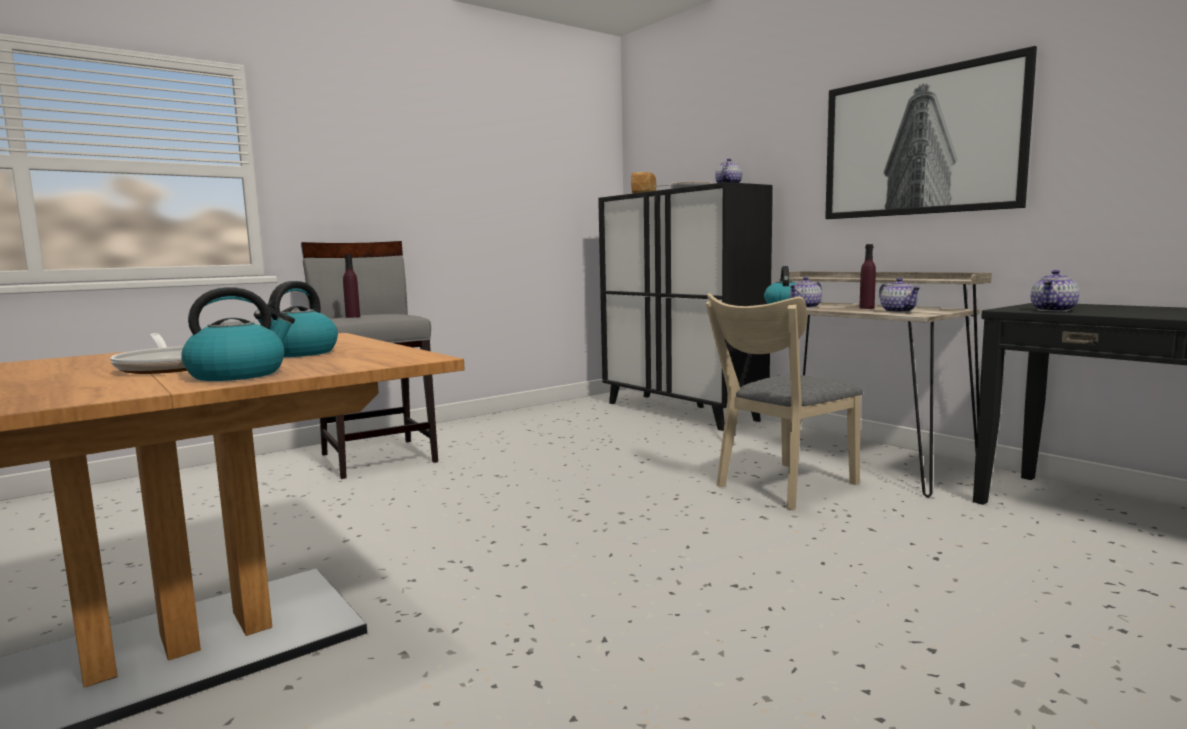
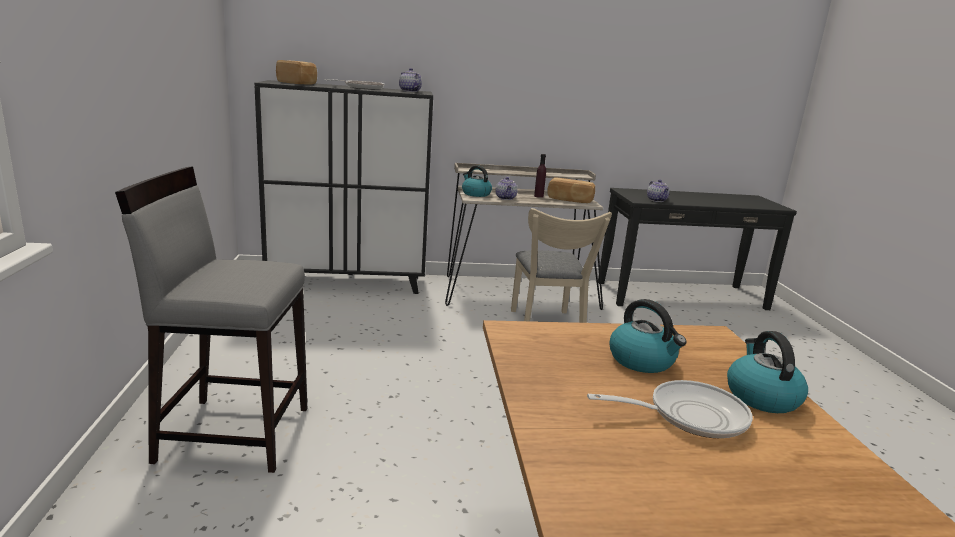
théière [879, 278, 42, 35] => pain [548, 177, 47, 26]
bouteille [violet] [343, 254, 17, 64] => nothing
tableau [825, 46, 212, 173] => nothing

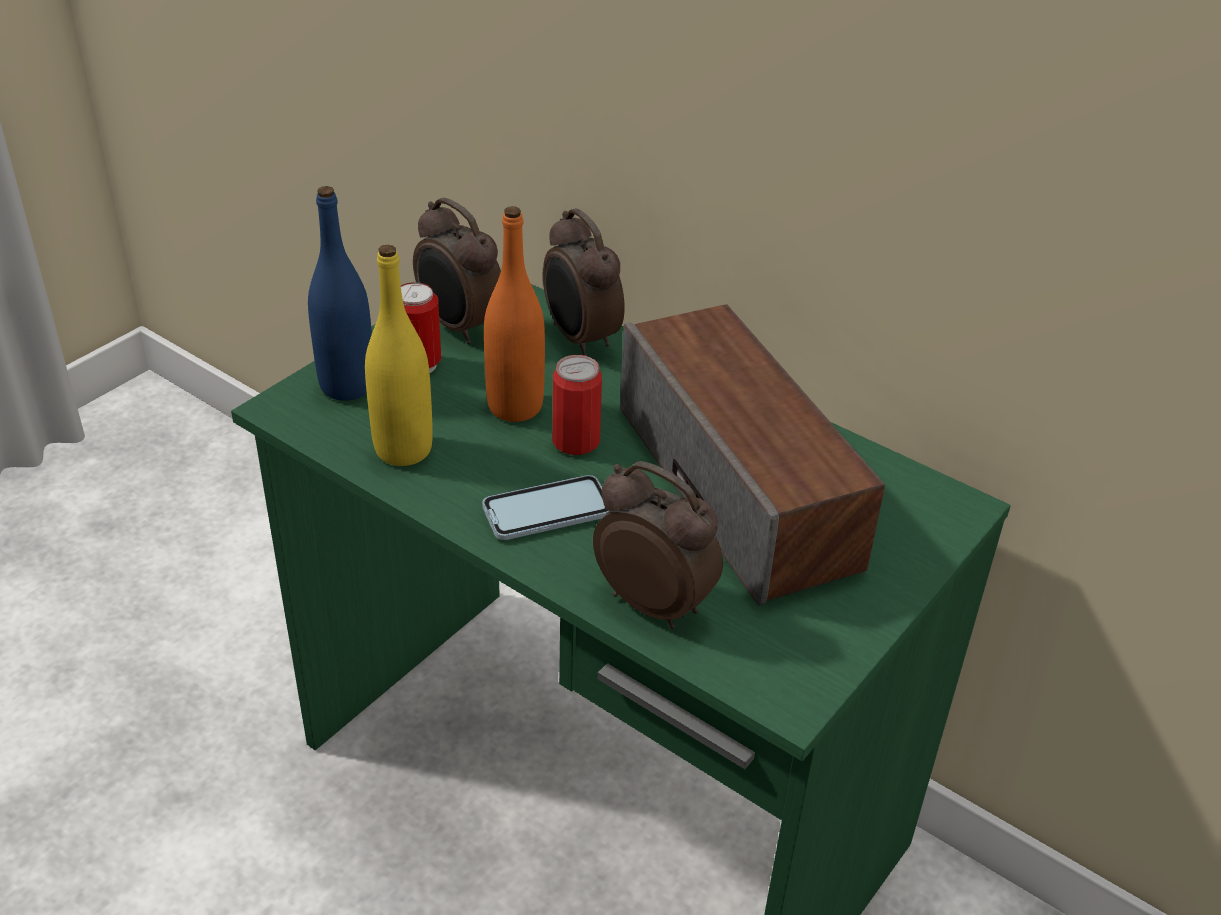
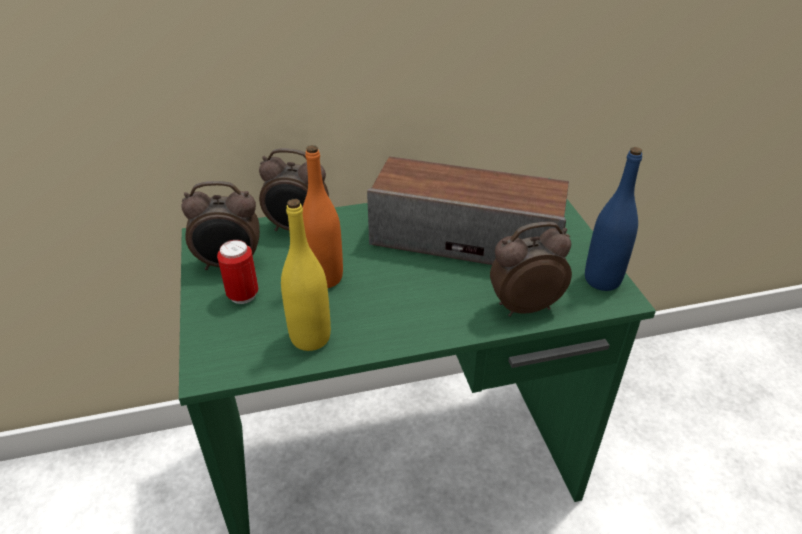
bouteille [bleu] [308, 186, 64, 215] => bouteille [bleu] [585, 147, 57, 144], move
téléphone [482, 475, 127, 65] => nothing
boîte métallique [552, 355, 50, 100] => nothing

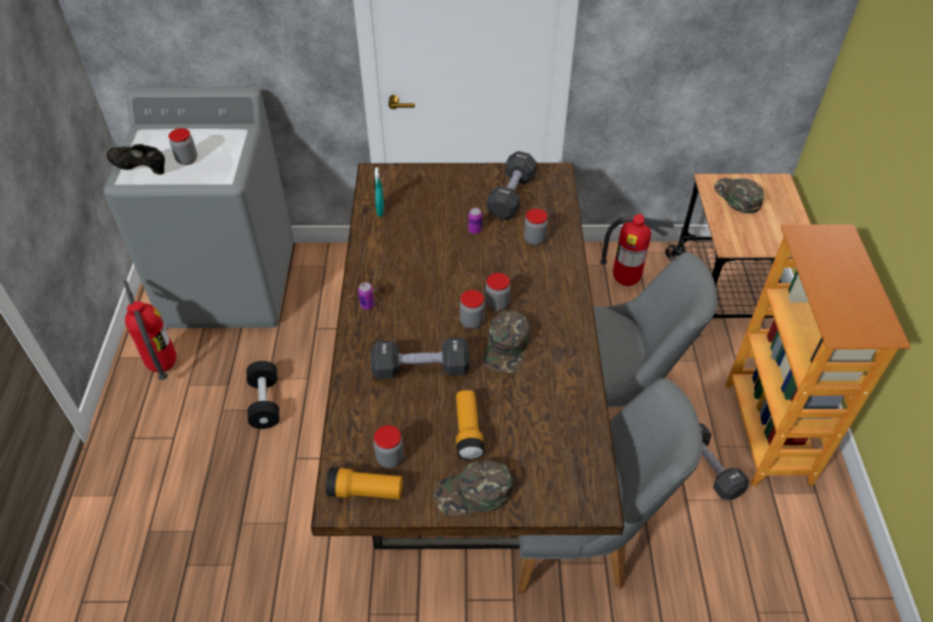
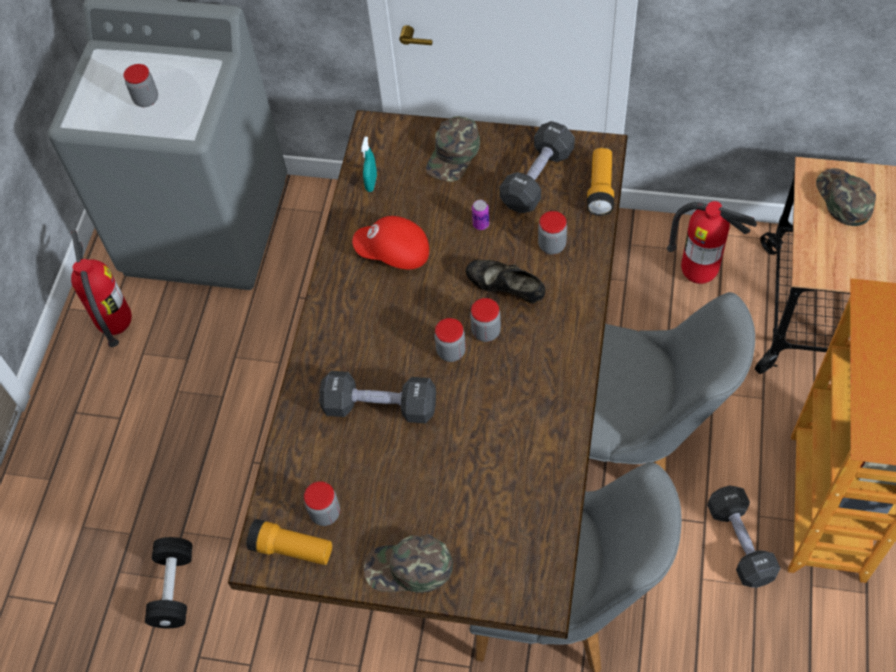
haltère [noir] [246, 361, 33, 68] => haltère [noir] [145, 537, 48, 91], move
nothing => casquette [rouge] [352, 216, 77, 53]
casquette [vert] [483, 311, 47, 62] => casquette [vert] [426, 116, 54, 66], move
chaussure [noir] [107, 144, 58, 31] => chaussure [noir] [466, 260, 79, 44], move
lampe de poche [456, 390, 29, 71] => lampe de poche [587, 148, 27, 68], move
boîte métallique [358, 282, 17, 28] => nothing

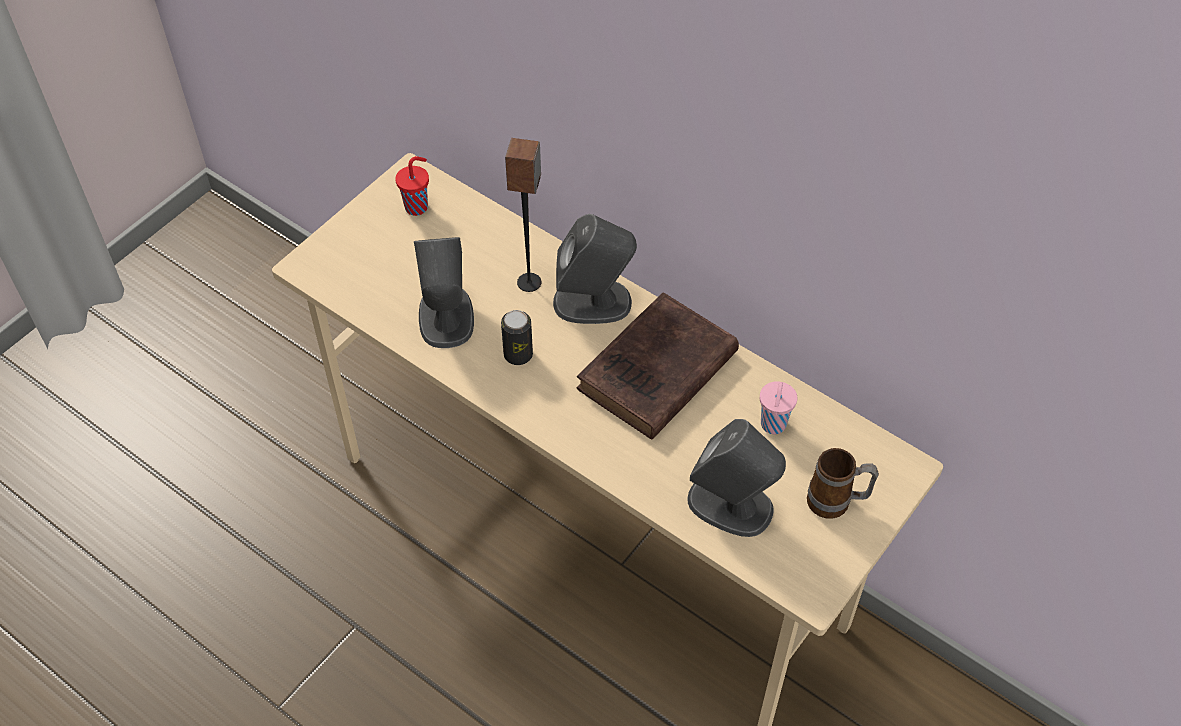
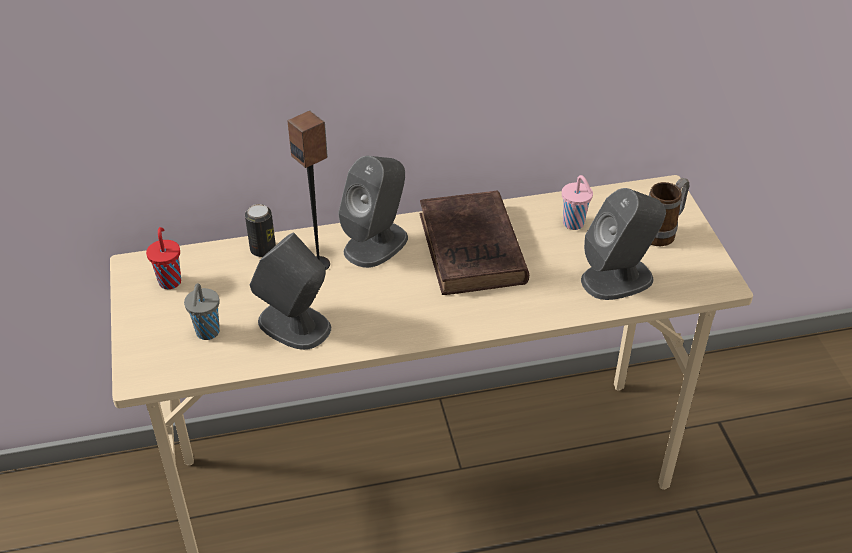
nothing => tasse [gris] [184, 283, 36, 57]
boîte métallique [501, 310, 32, 55] => boîte métallique [245, 204, 31, 53], move

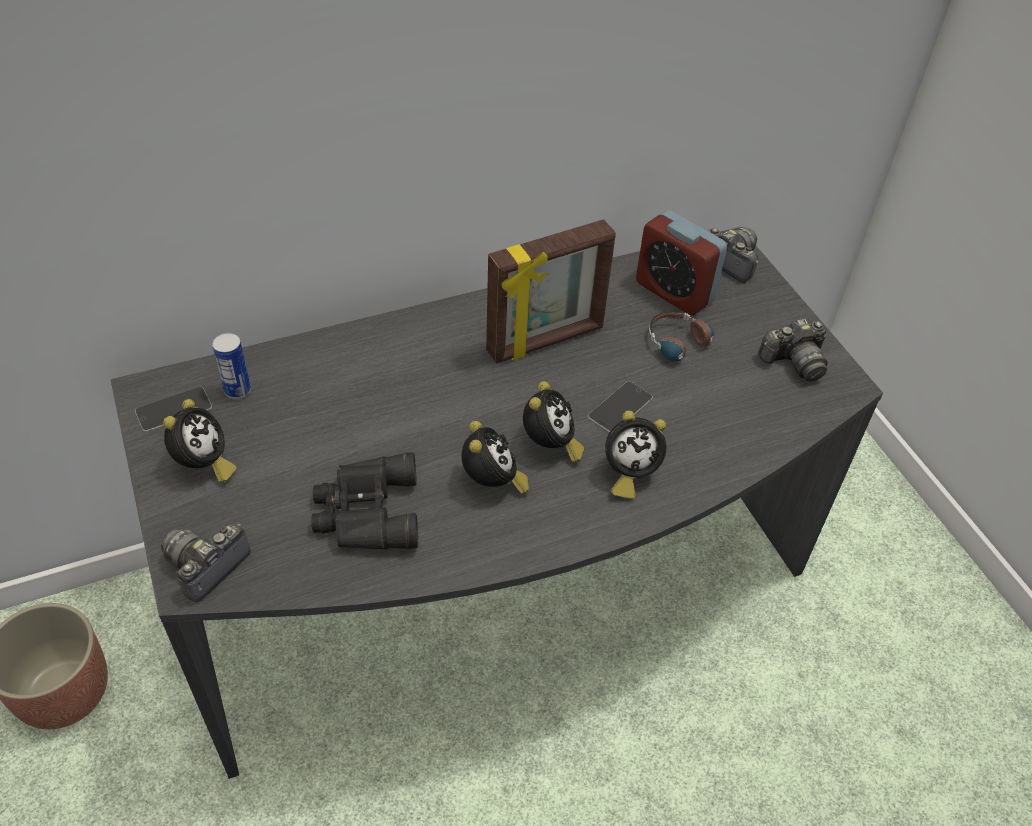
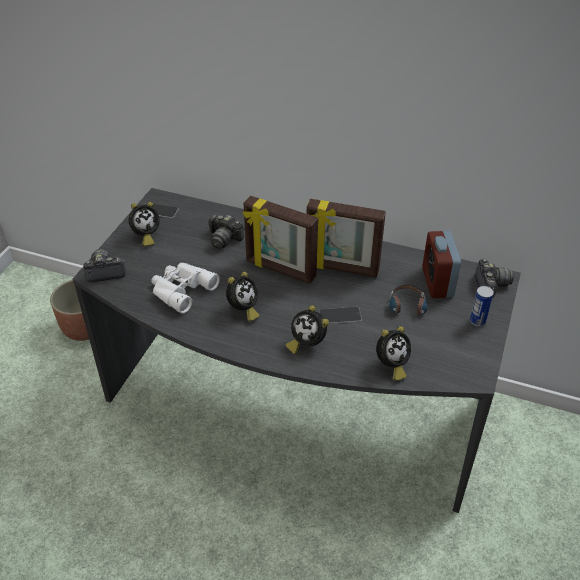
jumelles [noir] [311, 452, 107, 98] => jumelles [blanc] [151, 263, 69, 50]
appareil photo [758, 319, 70, 63] => appareil photo [208, 214, 36, 35], move
nothing => cadre photo [243, 196, 75, 88]
réveil [523, 381, 61, 81] => réveil [376, 326, 35, 55], move
boîte métallique [212, 333, 39, 67] => boîte métallique [470, 286, 24, 41], move

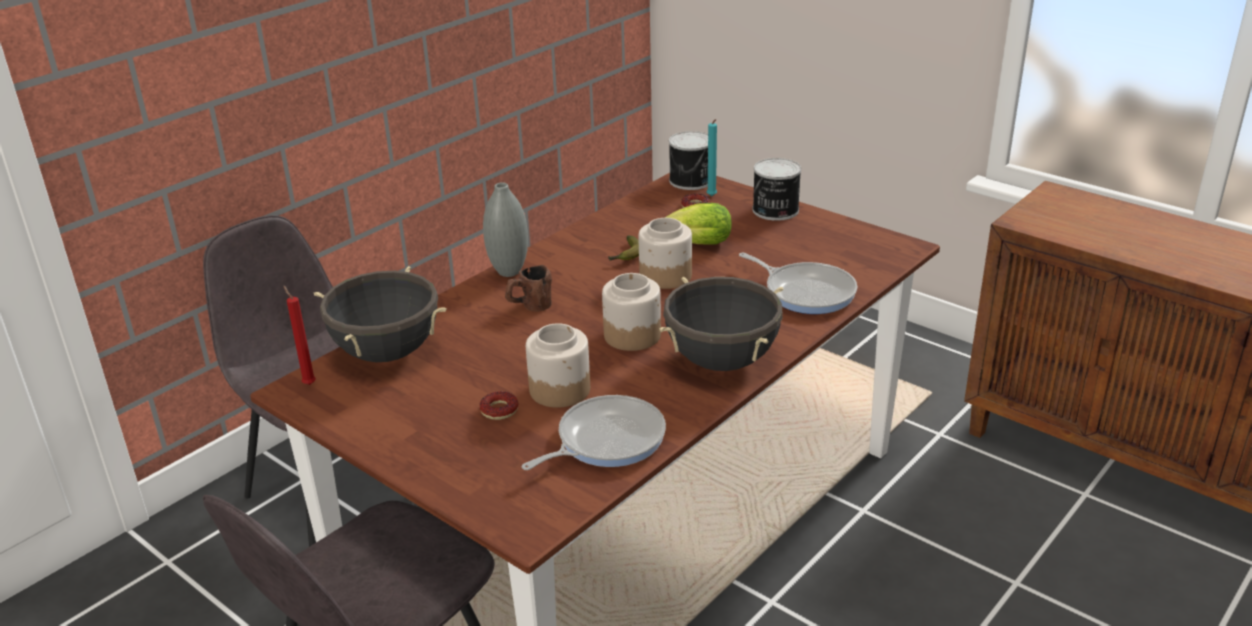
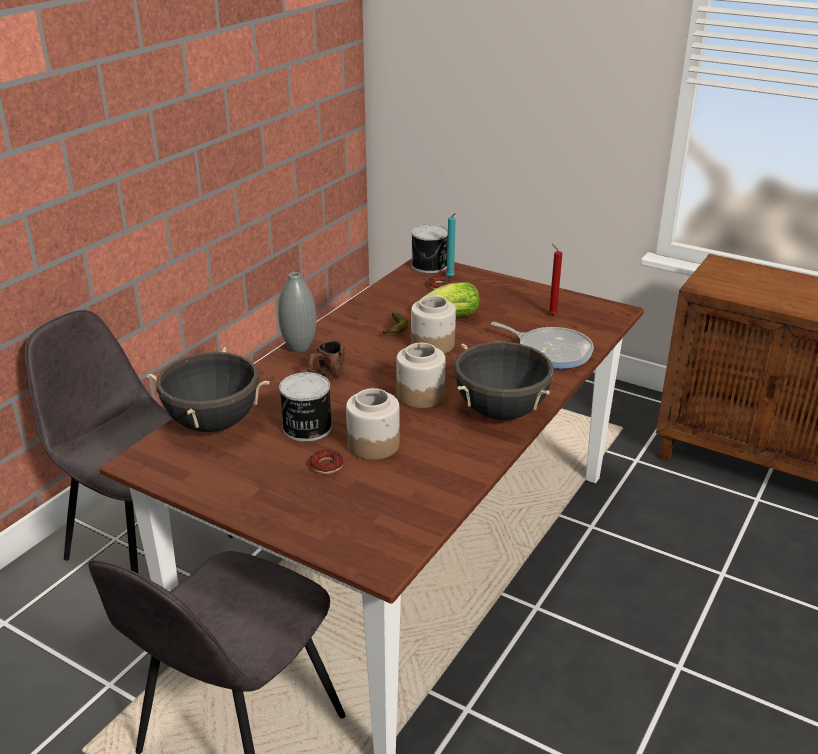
boîte métallique [752, 158, 49, 63] => boîte métallique [279, 372, 53, 70], move
bougie [rouge] [284, 286, 32, 99] => bougie [rouge] [548, 244, 14, 72], move
poêle [521, 395, 145, 75] => nothing

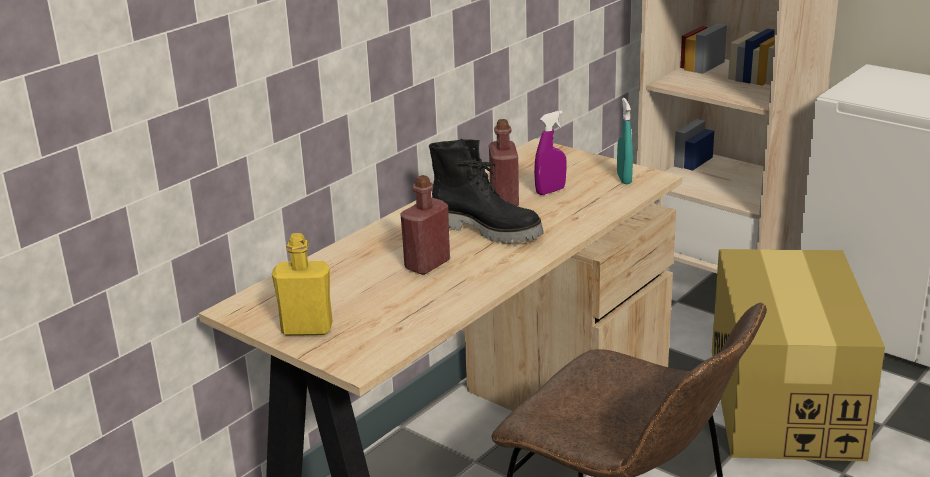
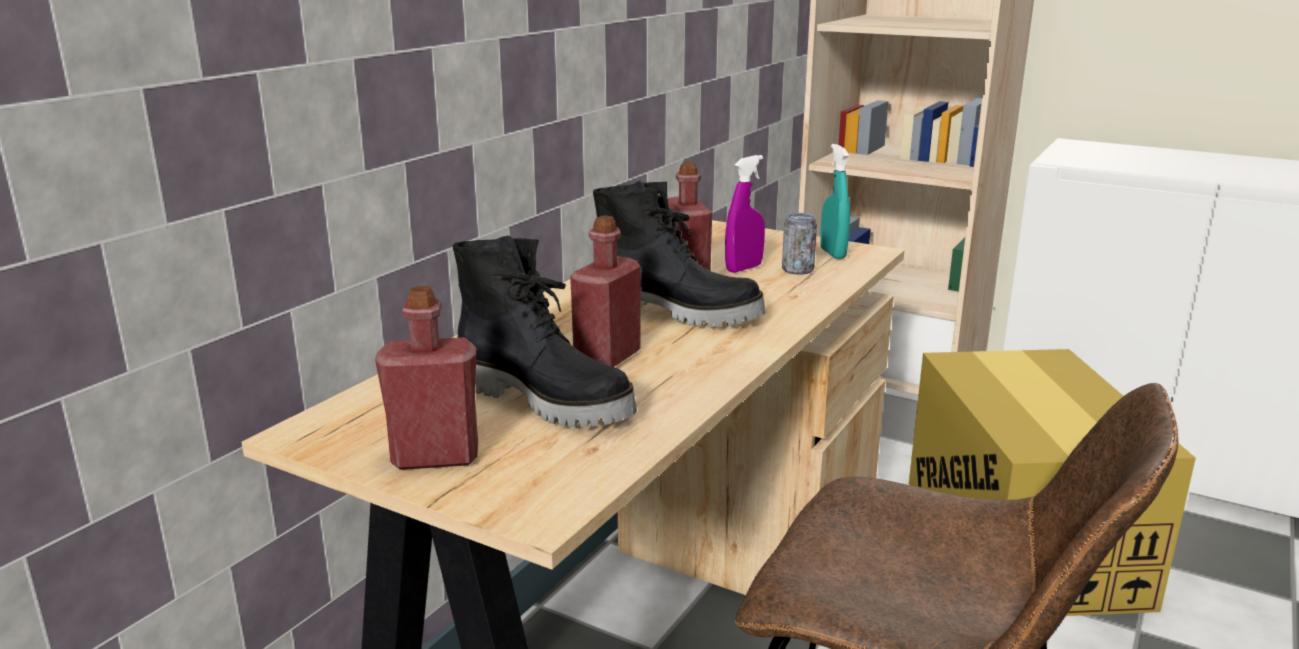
bouteille [jaune] [272, 233, 61, 103] => bouteille [rouge] [375, 286, 103, 184]
nothing => botte [noir] [452, 235, 185, 192]
nothing => boîte métallique [782, 213, 35, 62]

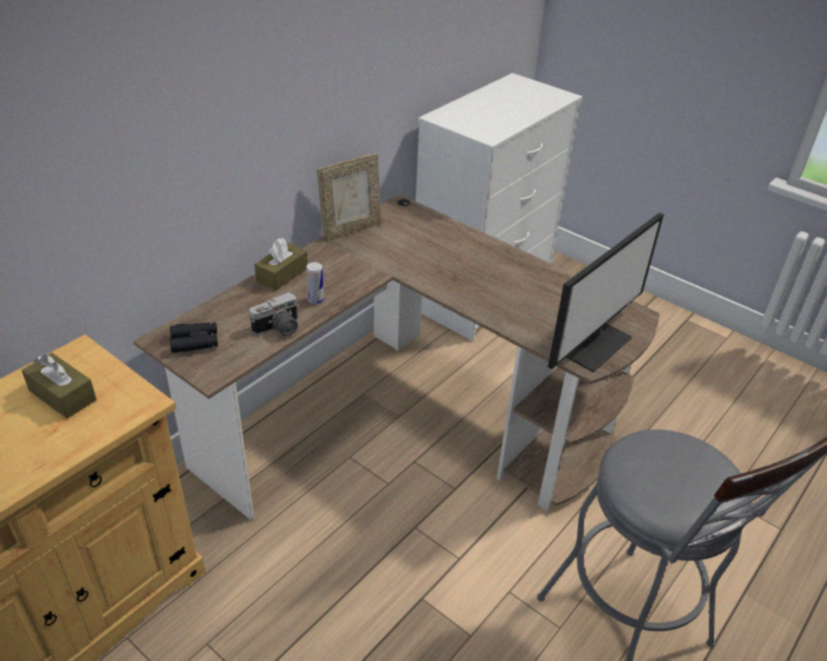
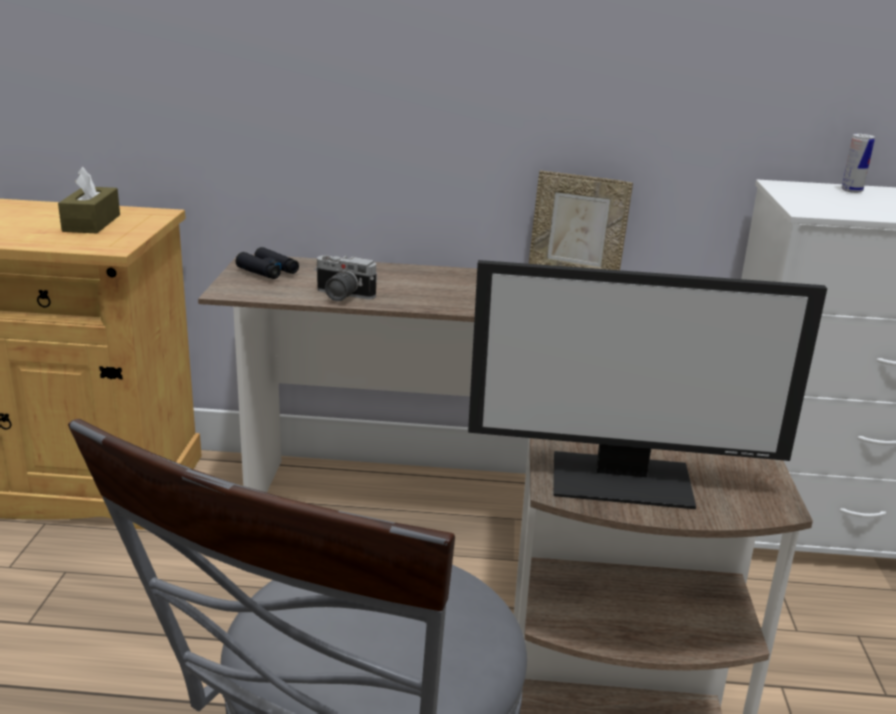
boîte métallique [306, 262, 18, 42] => boîte métallique [841, 134, 34, 59], move
boîte à mouchoirs [marron] [254, 238, 54, 53] => nothing

